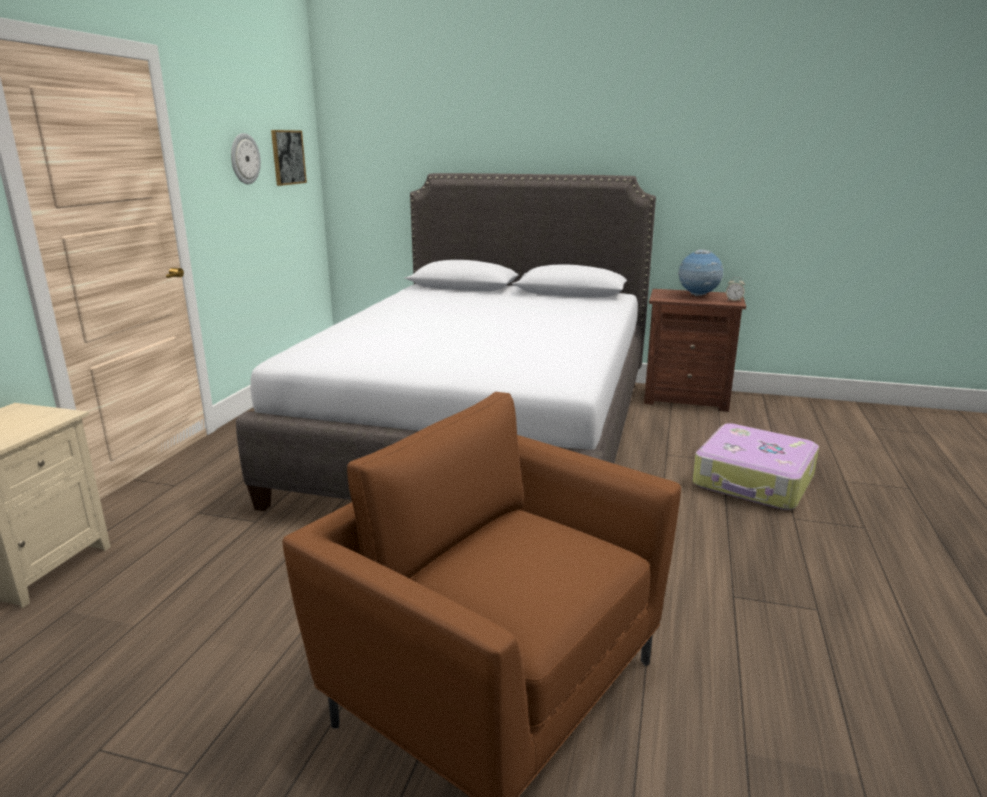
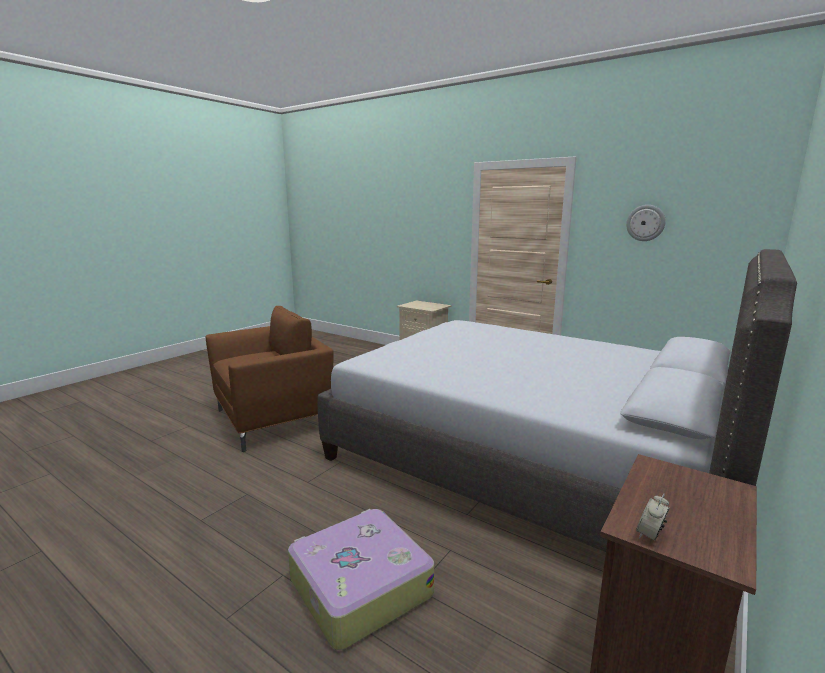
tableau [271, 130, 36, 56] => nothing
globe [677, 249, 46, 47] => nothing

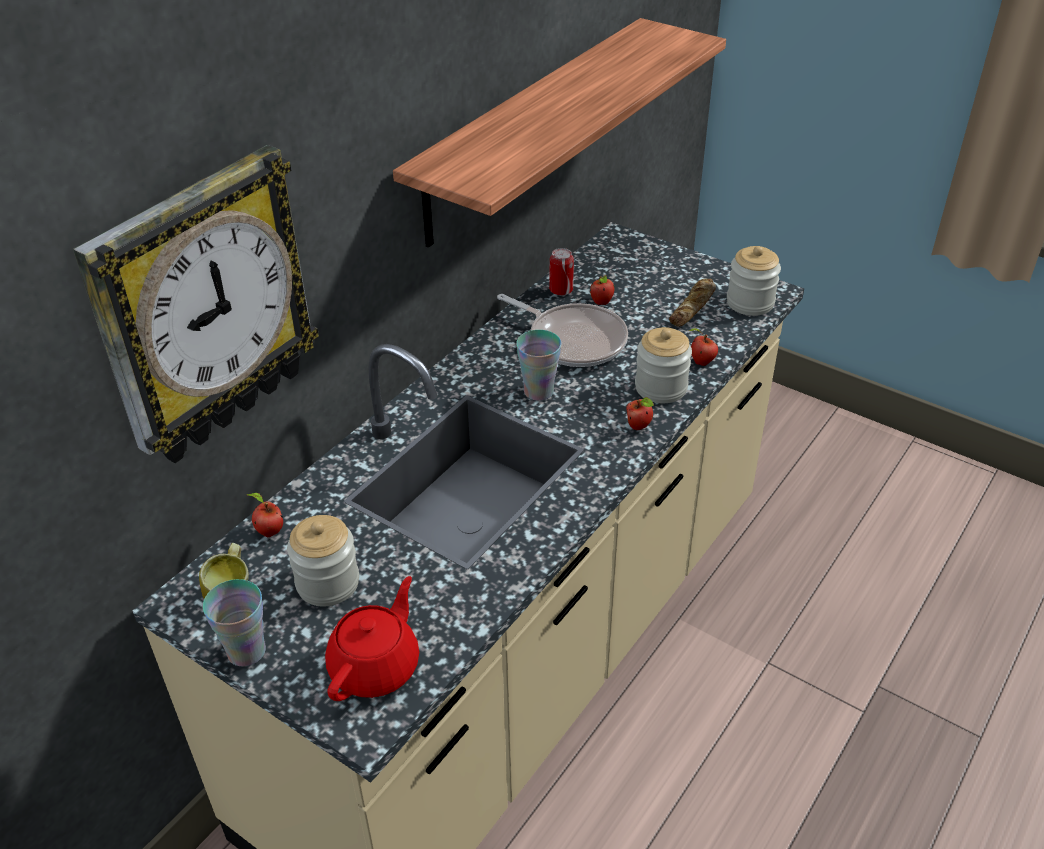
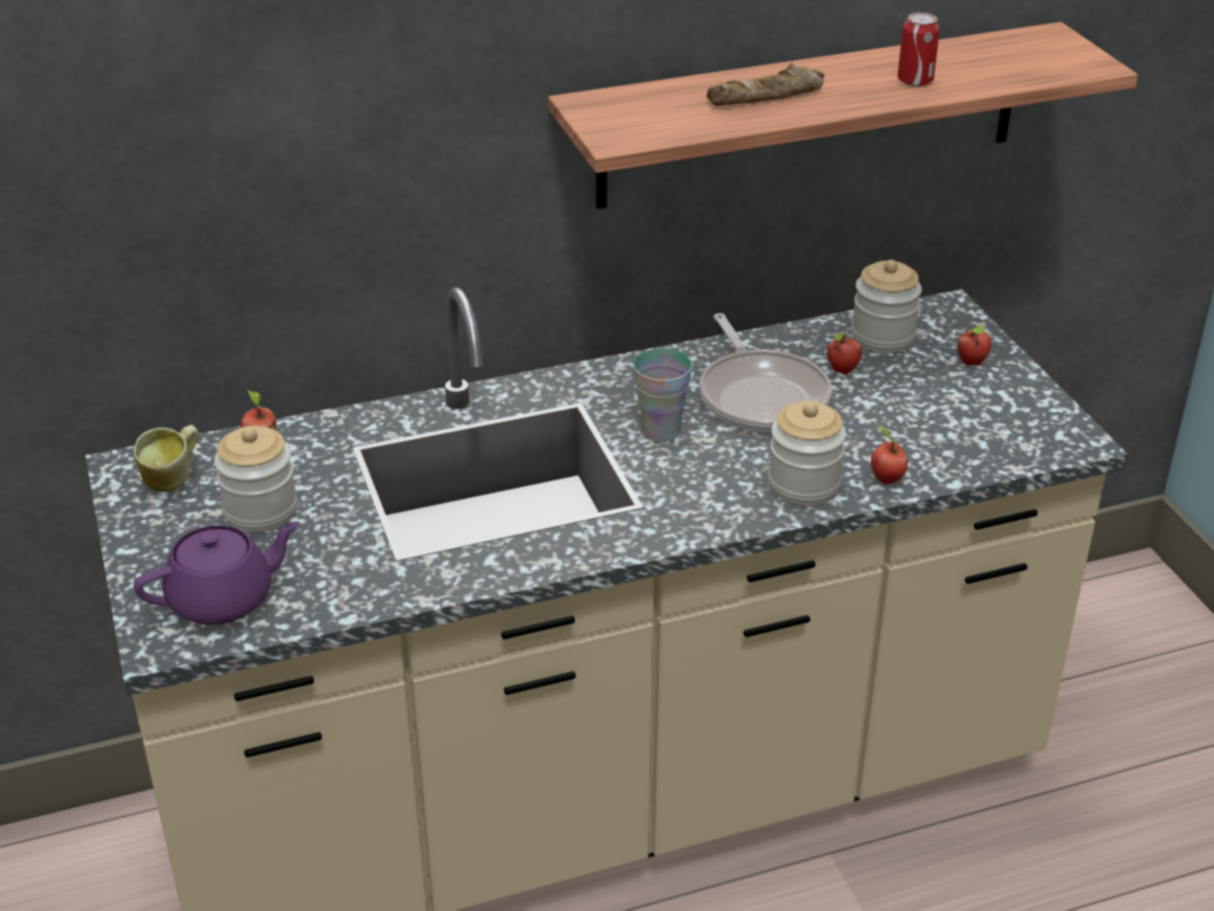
théière [rouge] [325, 576, 94, 125] => théière [violet] [134, 521, 166, 104]
pain [669, 279, 47, 48] => pain [706, 63, 118, 43], move
bocal [727, 246, 54, 70] => bocal [851, 260, 71, 93], move
boîte métallique [549, 248, 25, 48] => boîte métallique [897, 12, 43, 75], move
pomme [626, 397, 28, 33] => pomme [957, 325, 35, 41], move
horloge murale [73, 145, 246, 318] => nothing
tasse [203, 579, 63, 88] => nothing

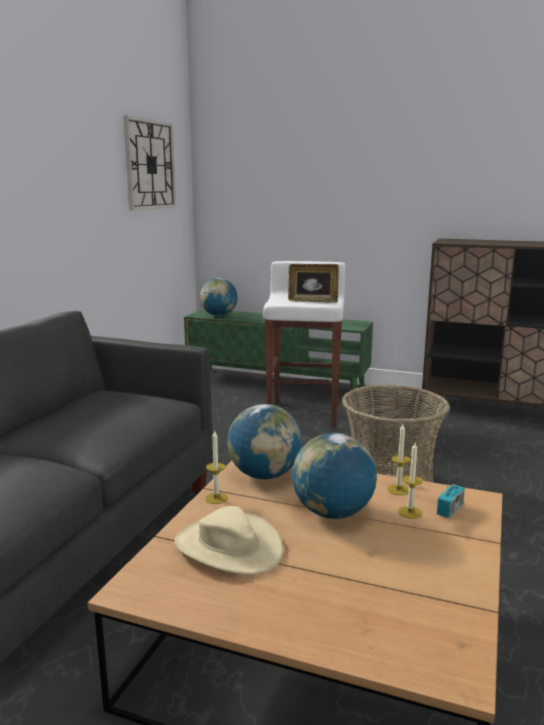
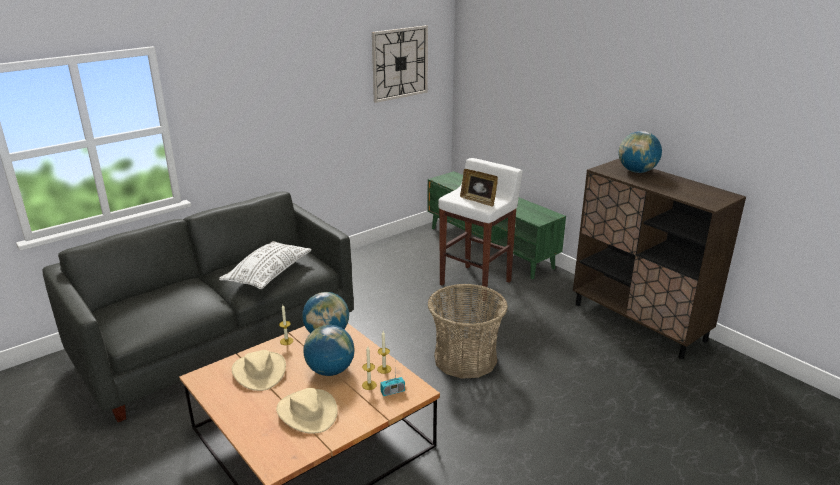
nothing => coussin [blanc] [219, 241, 93, 48]
nothing => chapeau [beige] [276, 388, 62, 46]
globe [200, 278, 38, 38] => globe [619, 131, 43, 42], move

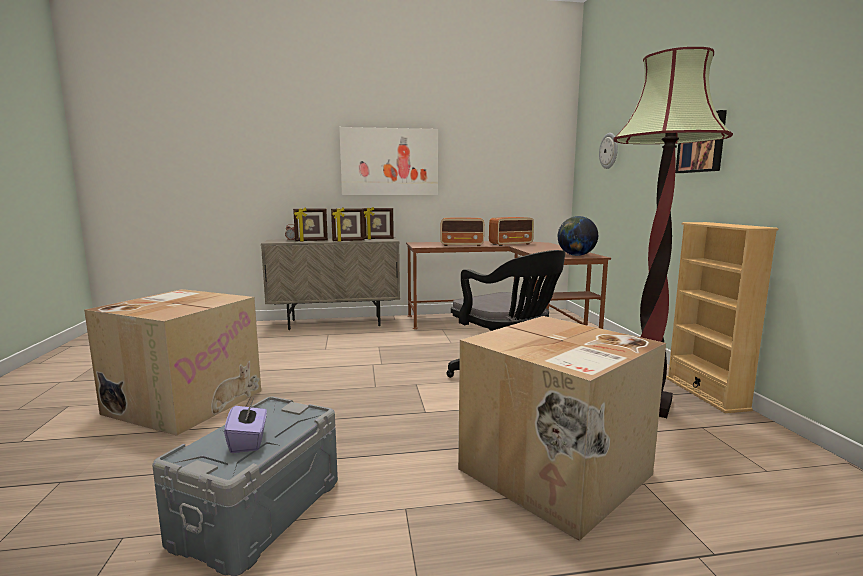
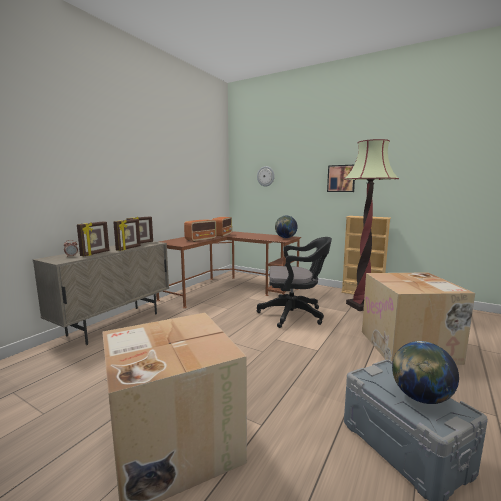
boîte à mouchoirs [violet] [224, 400, 43, 53] => globe [392, 341, 67, 63]
tableau [339, 127, 99, 68] => nothing

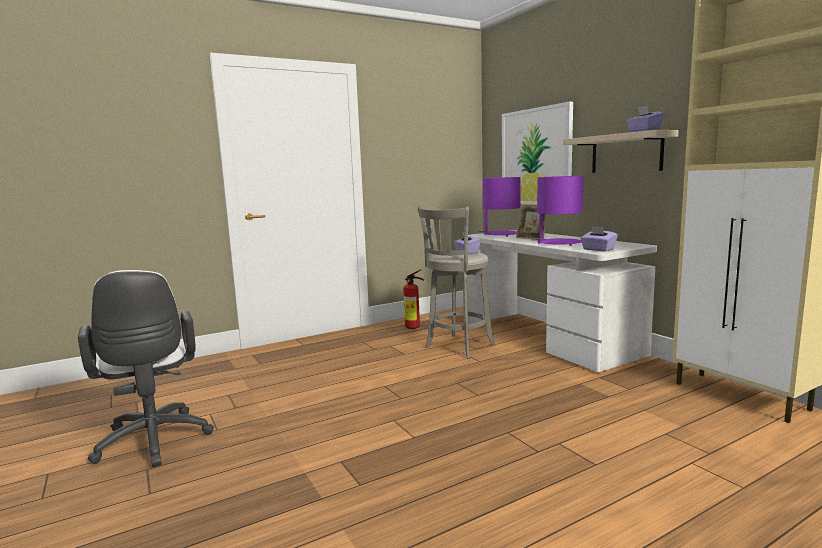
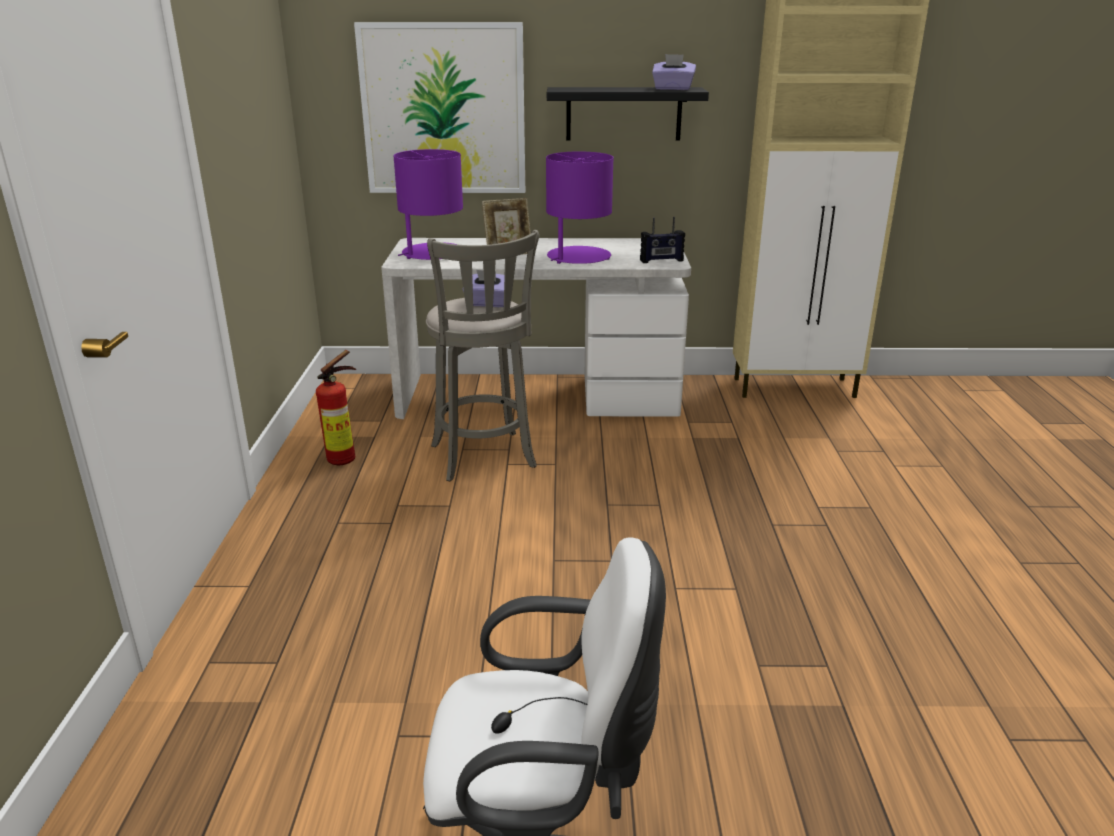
étagère [beige] [563, 130, 116, 43] => étagère [noir] [547, 87, 162, 54]
boîte à mouchoirs [violet] [580, 226, 38, 25] => radio [640, 217, 45, 46]

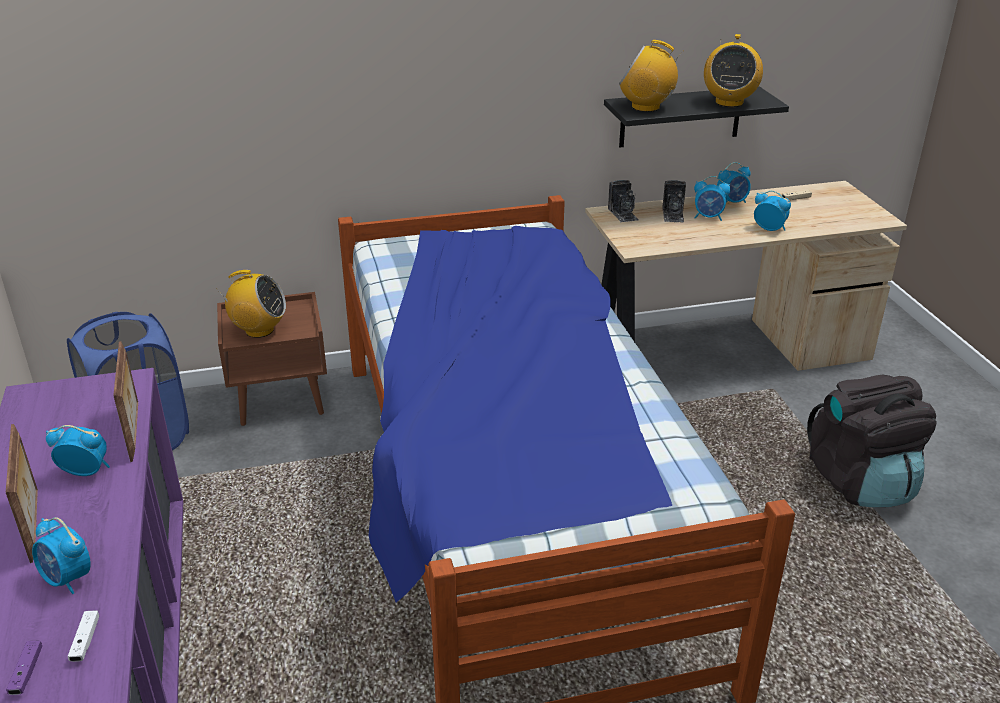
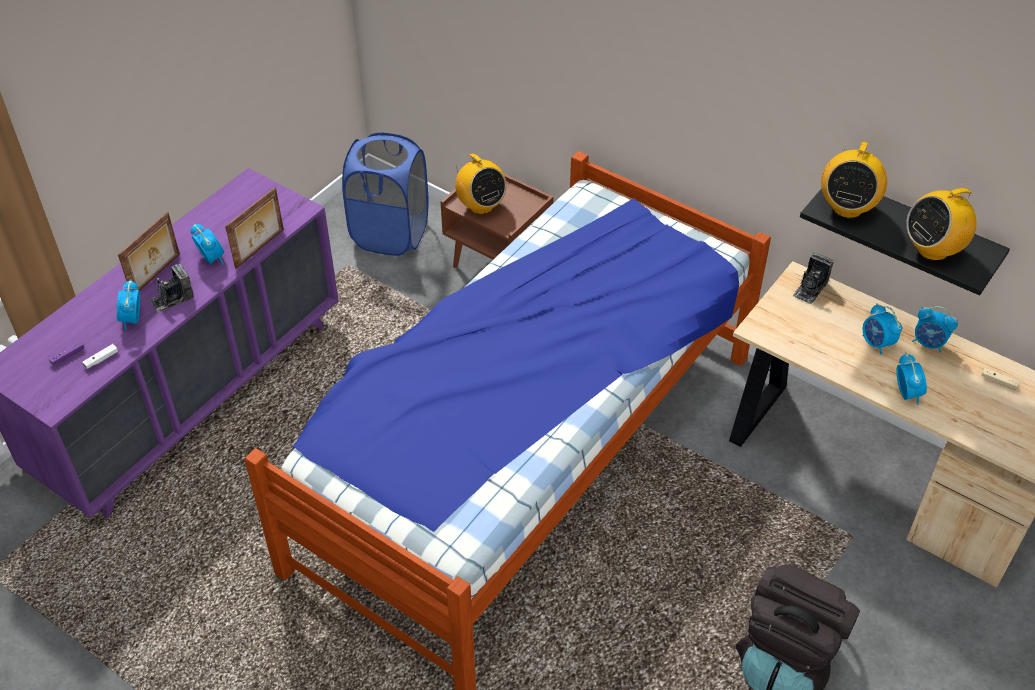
appareil photo [662, 180, 24, 43] => appareil photo [149, 264, 45, 48], move
radio [619, 40, 64, 72] => radio [821, 138, 66, 80], 135 degrees counterclockwise

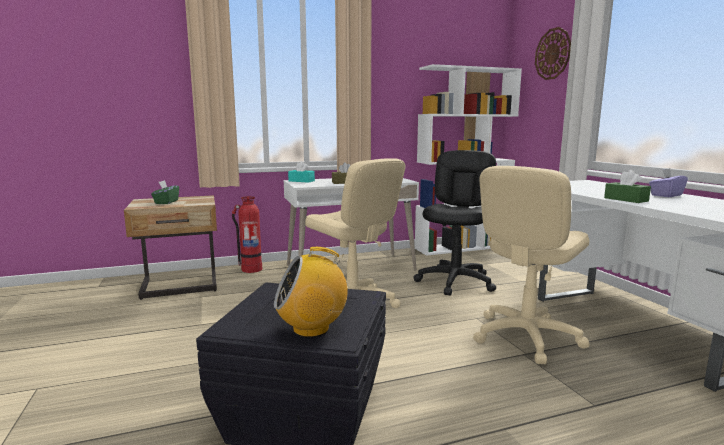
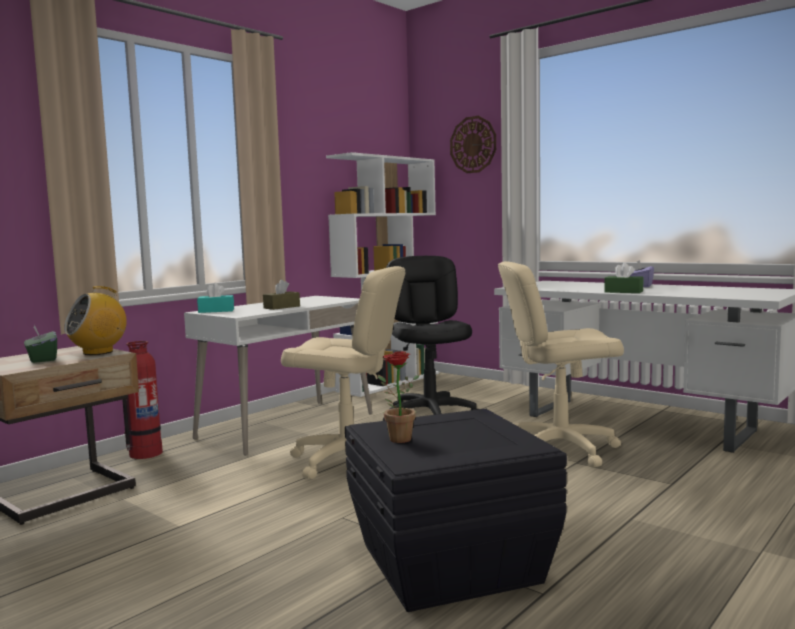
radio [274, 247, 74, 91] => radio [64, 286, 63, 69], move
nothing => plante en pot [378, 351, 42, 92]
chaise de bureau [beige] [473, 166, 117, 198] => chaise de bureau [beige] [498, 261, 126, 207], 75 degrees clockwise

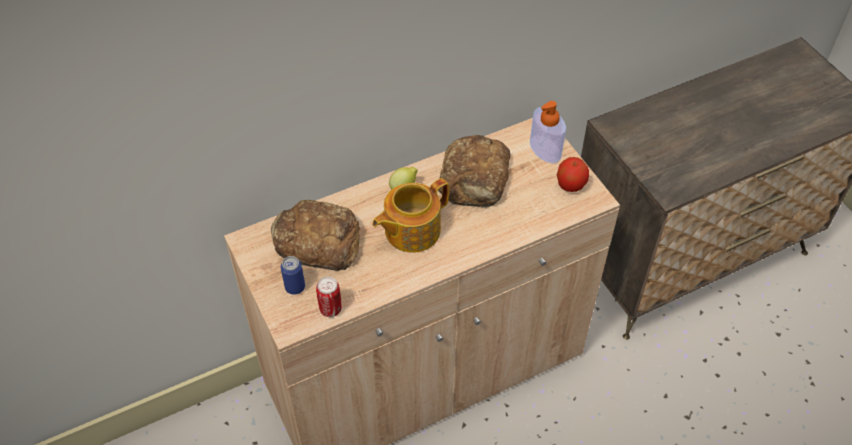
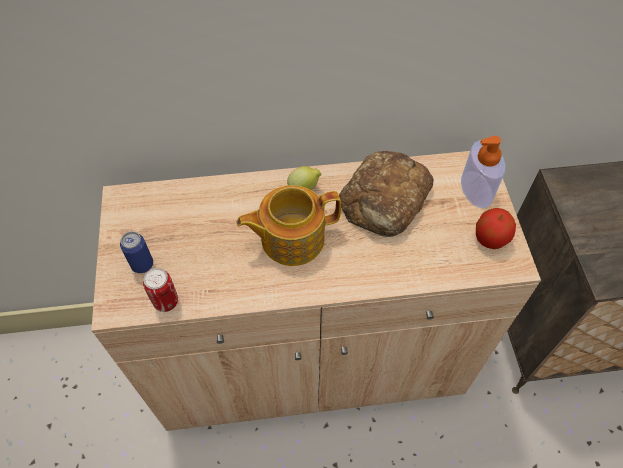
pain [271, 200, 89, 71] => nothing

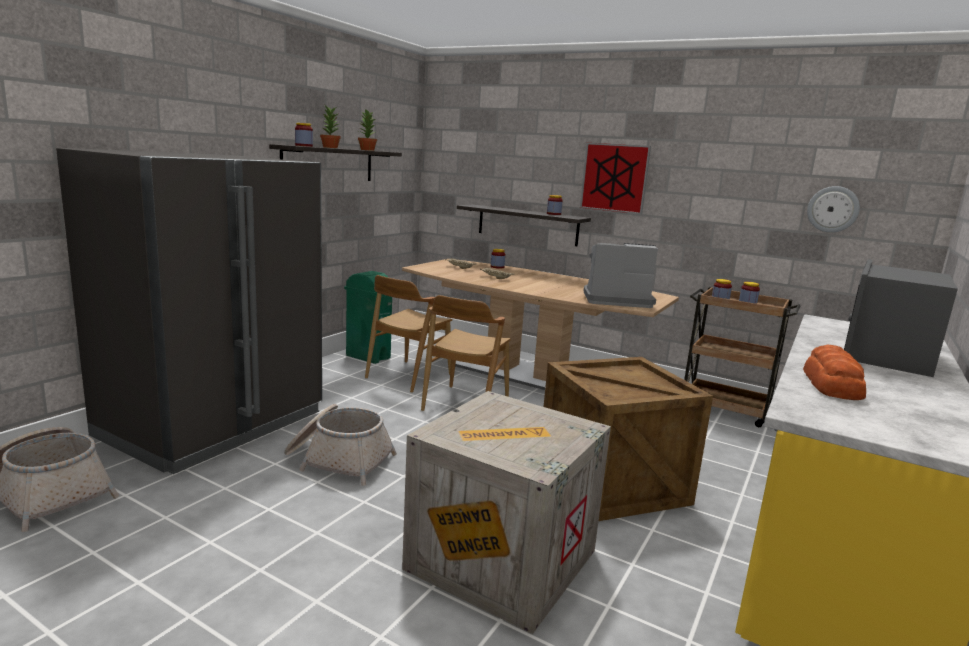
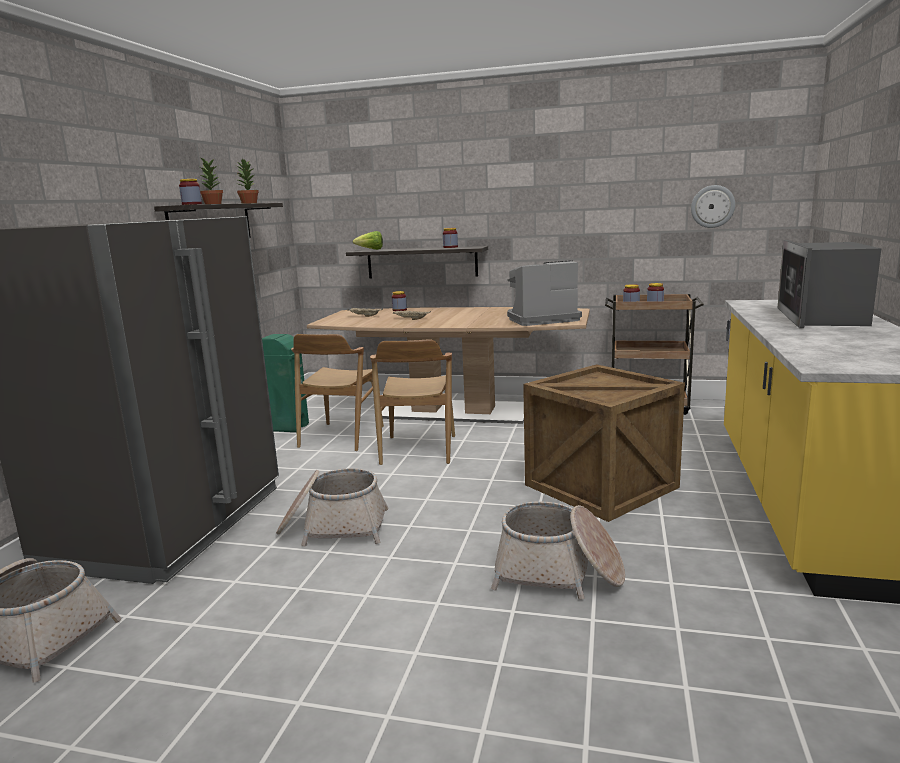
nothing => laitue [353, 231, 30, 19]
caisse [402, 391, 209, 243] => panier [491, 501, 134, 99]
tableau [580, 143, 71, 71] => nothing
pain [803, 344, 63, 56] => nothing

